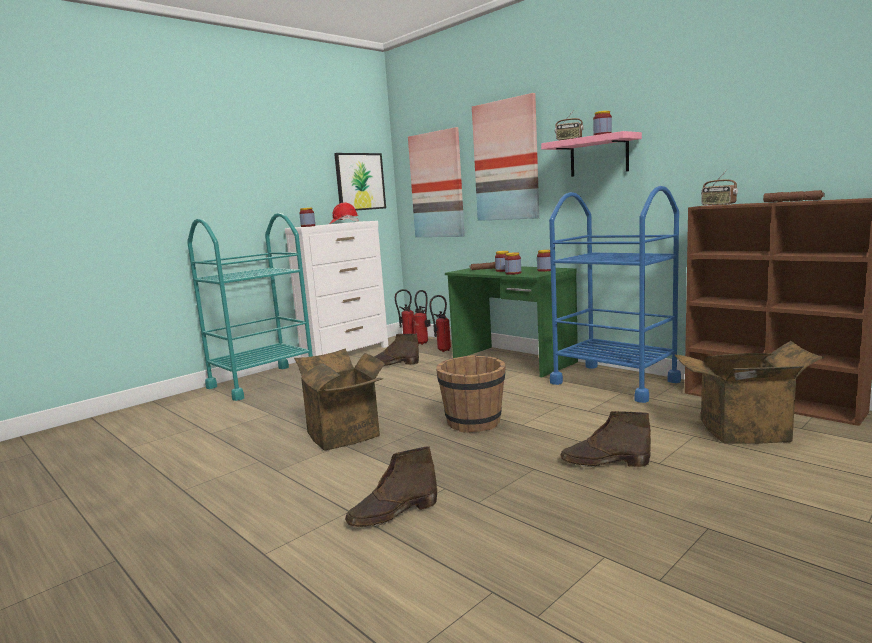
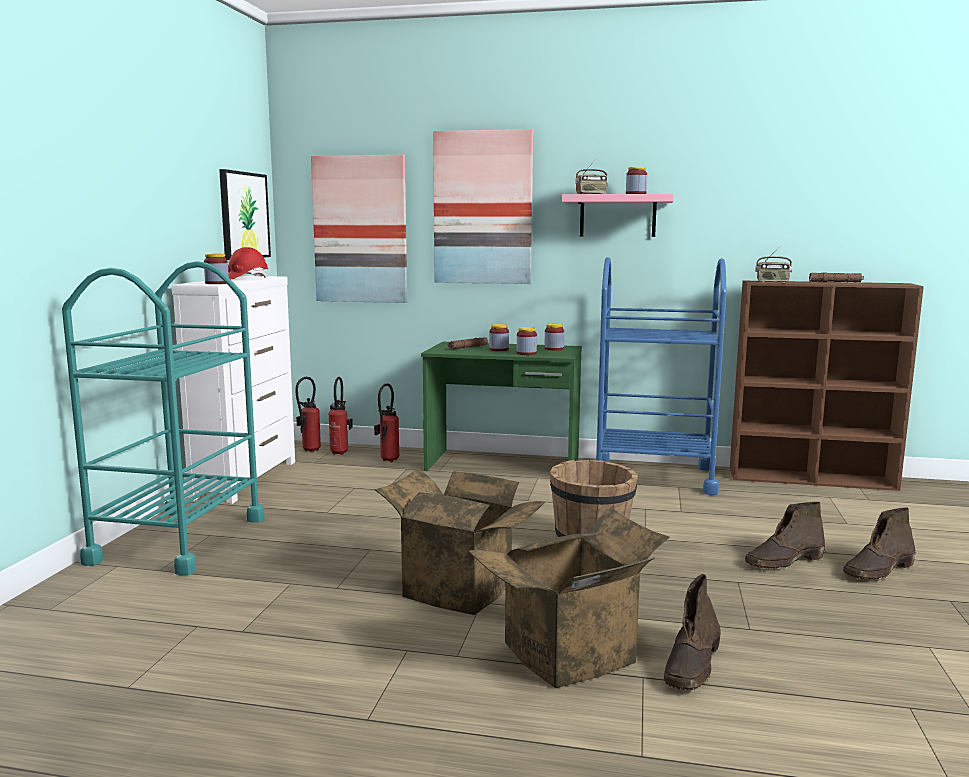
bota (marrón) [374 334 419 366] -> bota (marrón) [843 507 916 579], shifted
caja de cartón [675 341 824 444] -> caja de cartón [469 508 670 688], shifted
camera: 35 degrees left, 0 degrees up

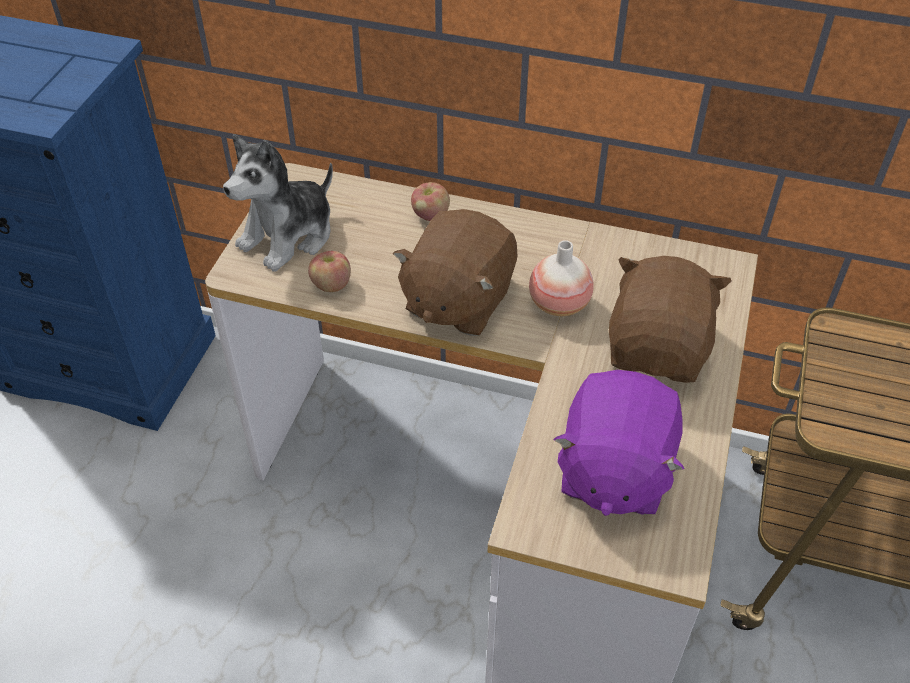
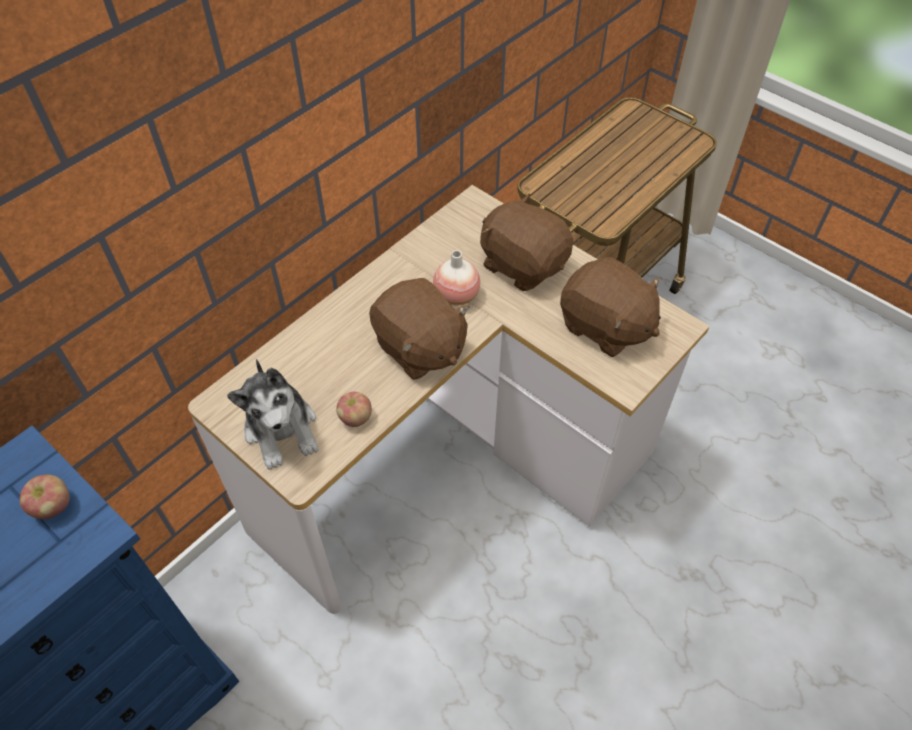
manzana [411 182 450 221] -> manzana [20 475 70 519], shifted
peluche (morado) [554 370 685 516] -> peluche (marrón) [560 257 662 357]
camera: 65 degrees left, 5 degrees up

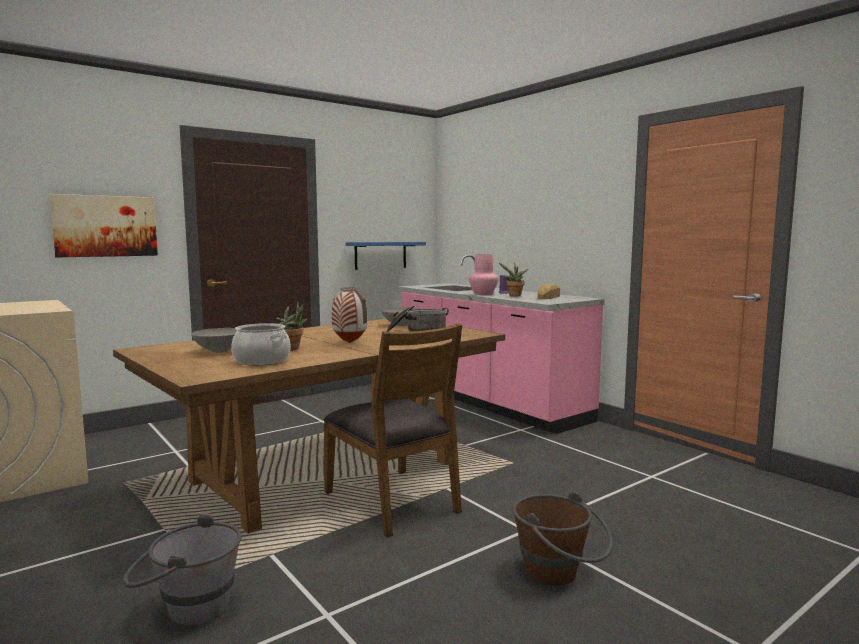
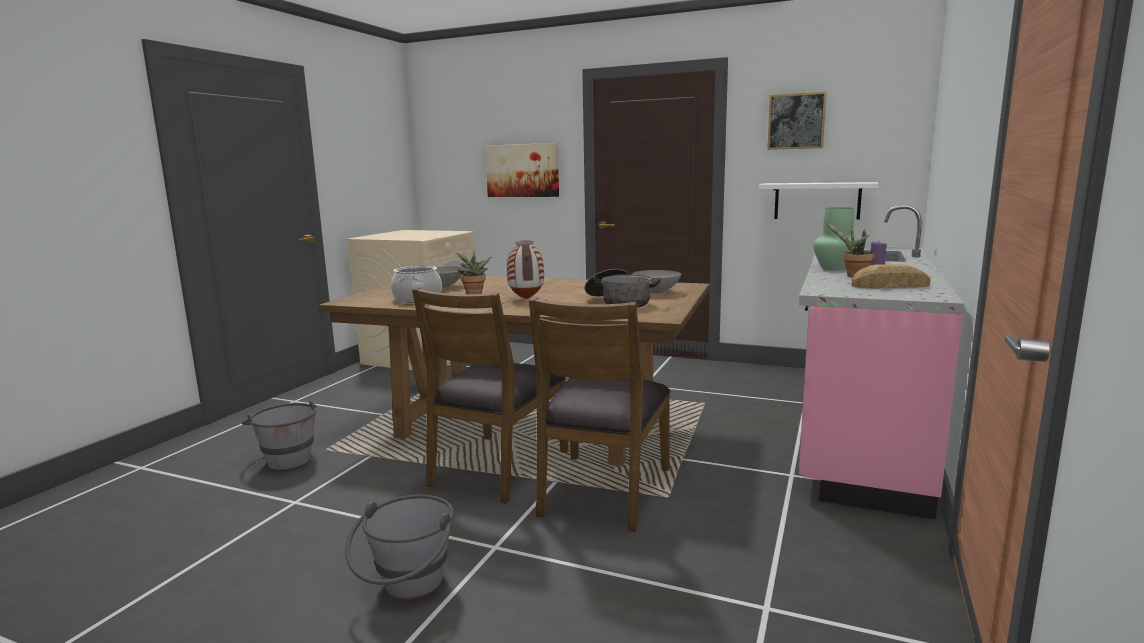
estante (azul) [346 242 426 270] -> estante (blanco) [759 182 879 220]
florero (rosa) [469 255 498 295] -> florero (verde) [813 207 857 270]
cubo (marrón) [512 492 613 586] -> cubo (gris) [345 494 454 599]
none -> silla (marrón) [529 298 671 532]
none -> cuadro [767 92 826 150]
camera: 60 degrees right, 5 degrees up

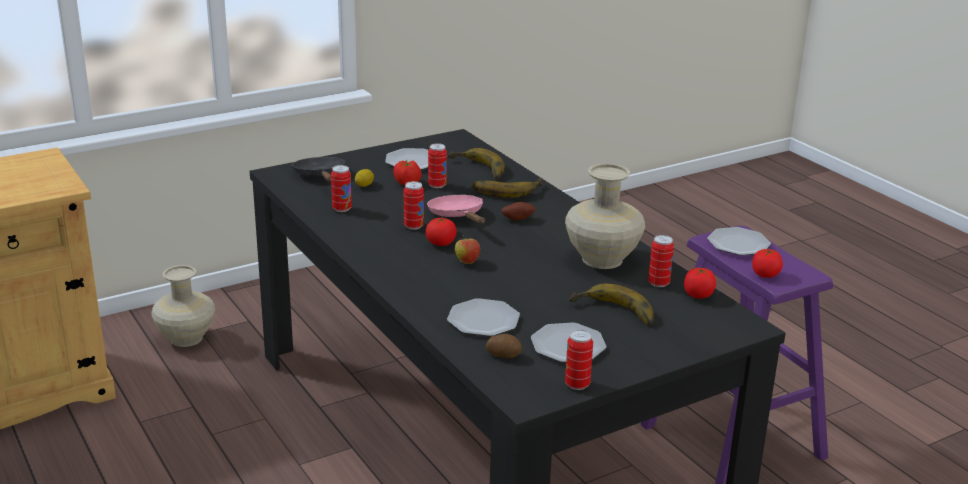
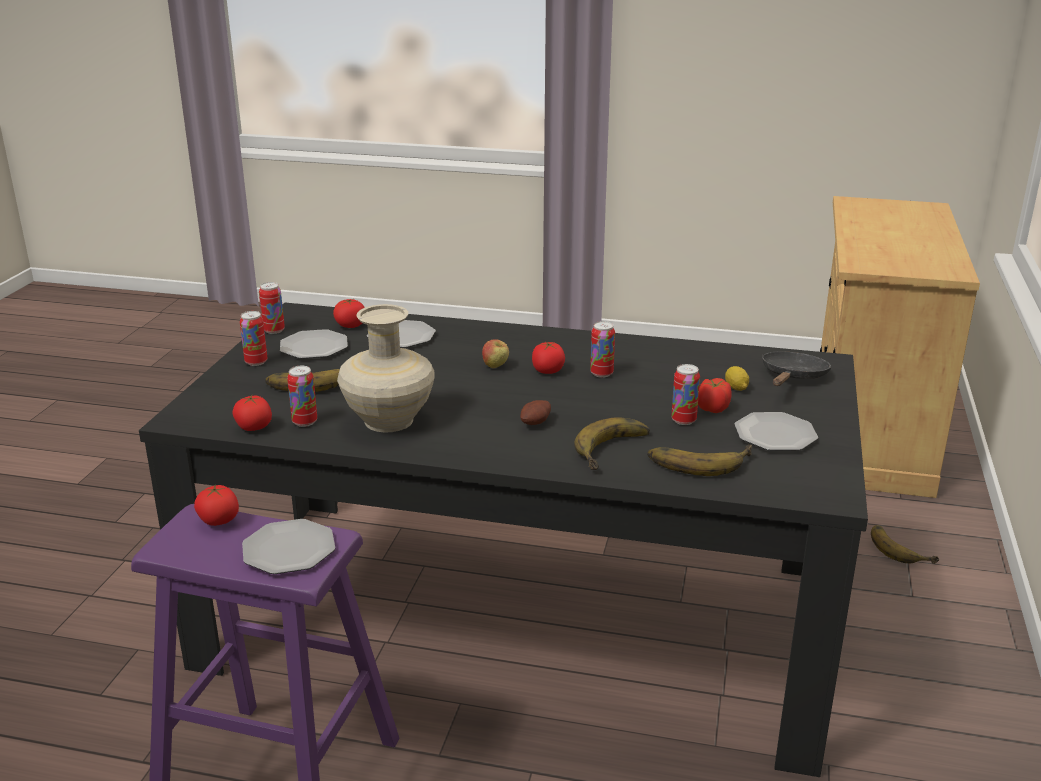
florero (beis) [152 265 215 347] -> plátano [871 525 939 564]
sartén (negro) [292 157 345 182] -> sartén (negro) [762 352 831 386], 90 degrees counterclockwise
lata [331 165 352 212] -> lata [240 311 268 366], shifted
sartén (rosa) [427 195 485 224] -> none
patata [486 334 522 358] -> tomate [333 299 365 328]
camera: 135 degrees right, 0 degrees up

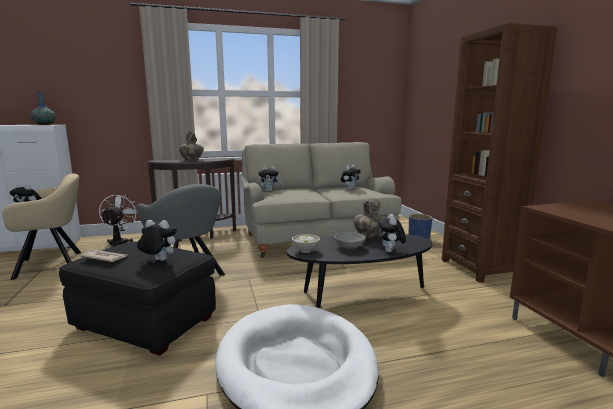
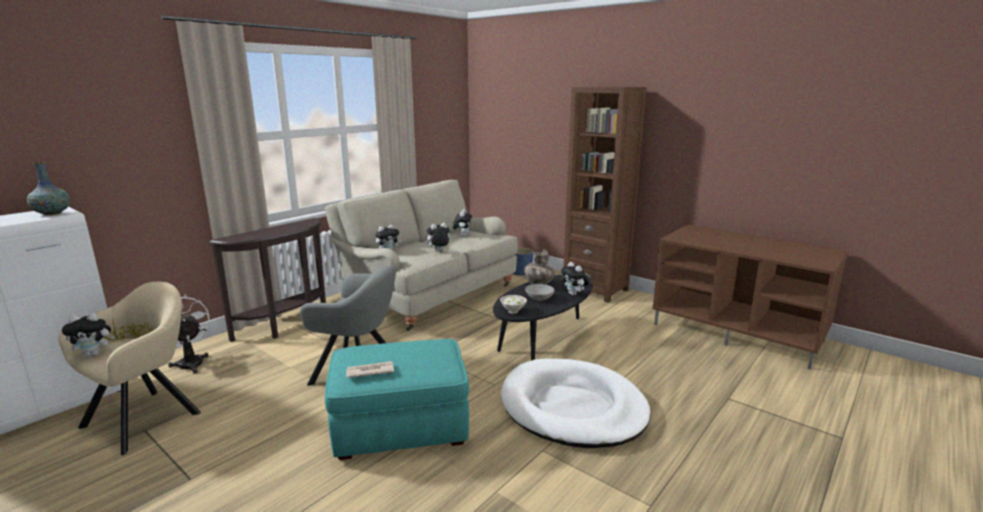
puf (negro) [59 242 215 356] -> puf (turquesa) [325 339 469 460]
peluche [137 220 177 261] -> peluche [425 223 450 251], shifted
florero [179 131 204 160] -> none
camera: 35 degrees left, 5 degrees up

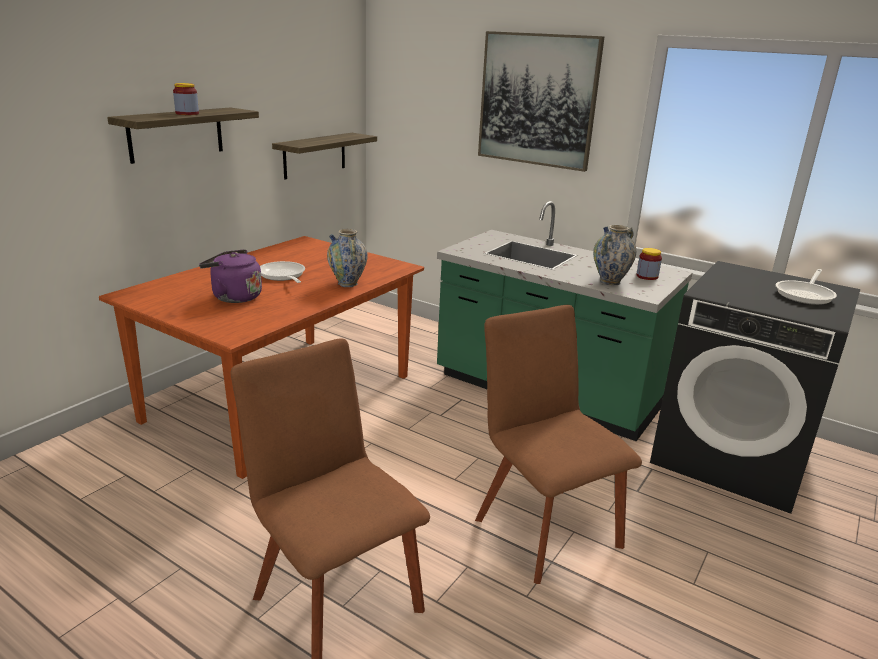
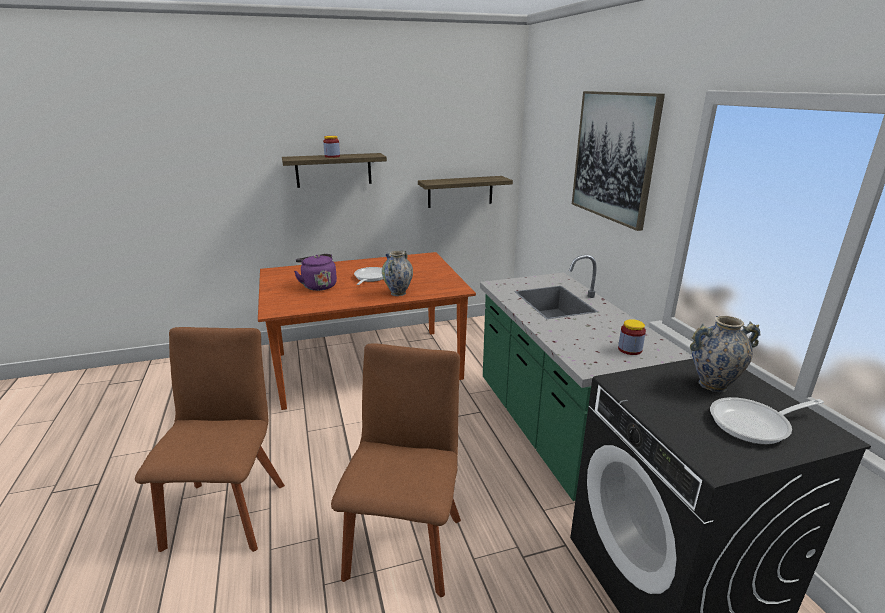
florero [593 225 636 285] -> florero [690 316 761 392], shifted
camera: 40 degrees right, 0 degrees up

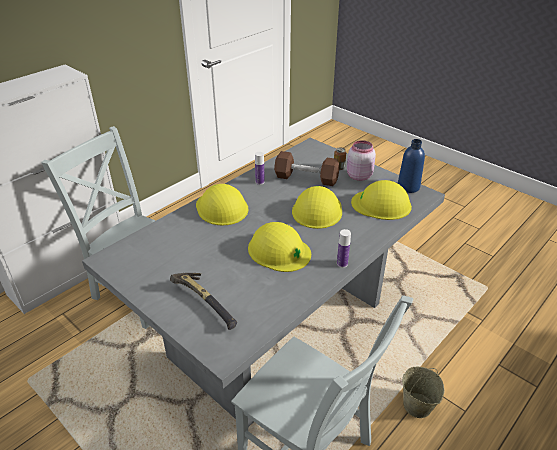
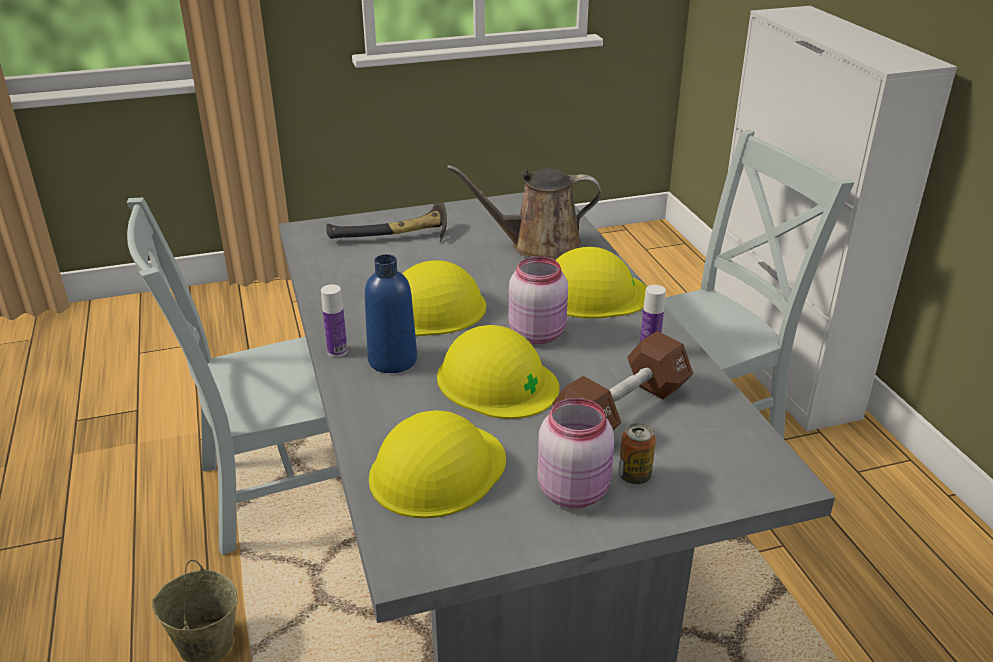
botella (azul) [398 139 425 193] -> botella (azul) [365 254 417 373], shifted
none -> regadera (marrón) [447 165 601 260]
none -> tarro (rosa) [509 256 568 344]
camera: 120 degrees right, 5 degrees down

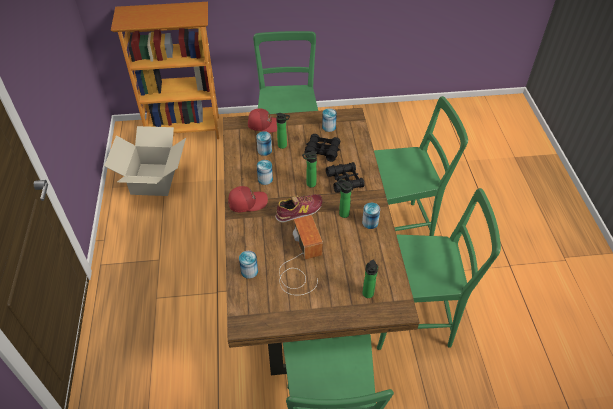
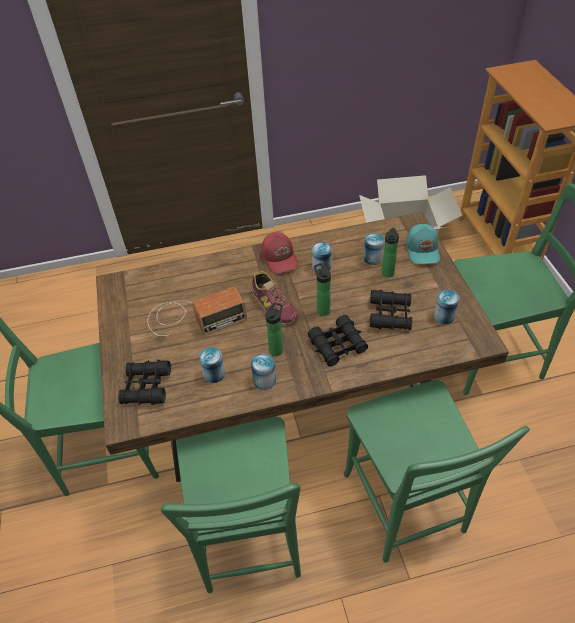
lata [239 251 258 279] -> lata [199 347 225 383], shifted
gorra (rojo) [248 108 277 132] -> gorra (turquesa) [406 224 440 264]
botella [362 259 378 298] -> prismáticos (negro) [118 360 171 406]
camera: 85 degrees right, 0 degrees up

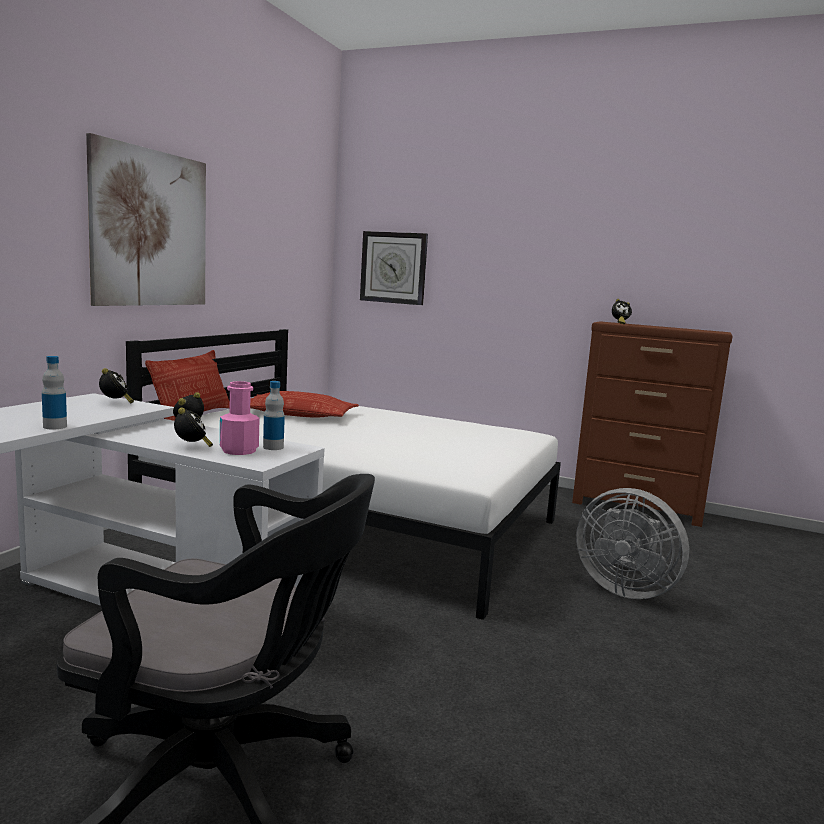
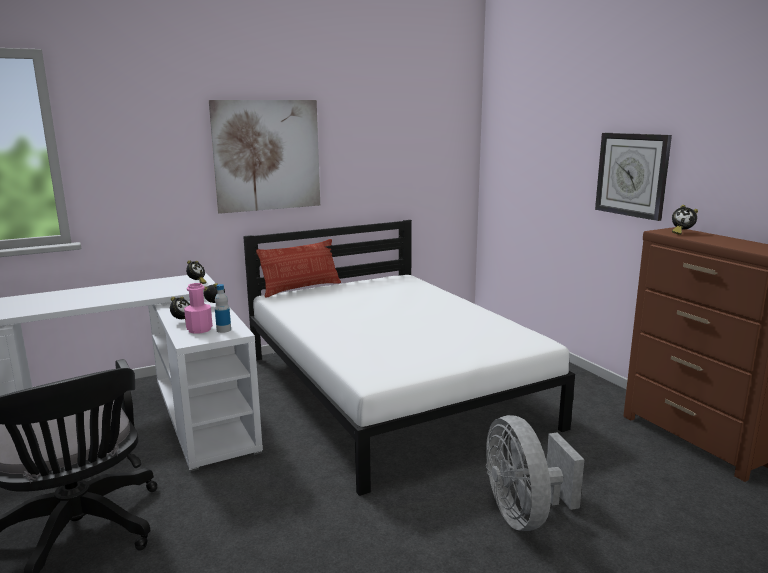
botella [42 356 67 429] -> none
cojín [250 391 359 418] -> none
reloj de pared [360 231 428 305] -> reloj de pared [595 133 672 221], shifted
camera: 40 degrees right, 5 degrees up

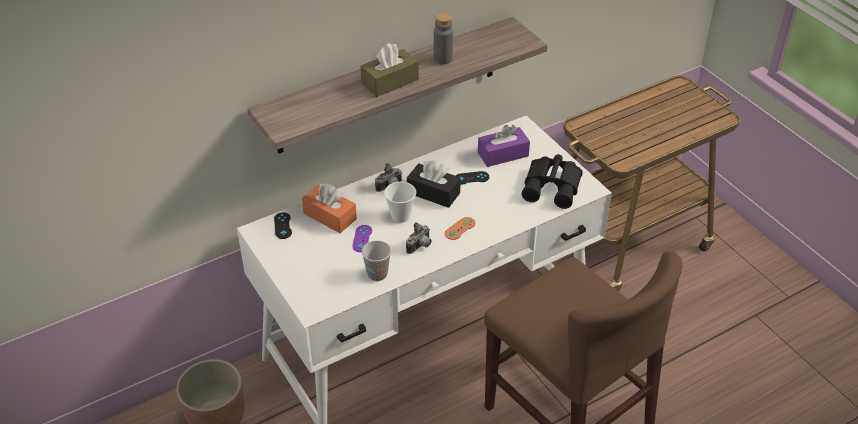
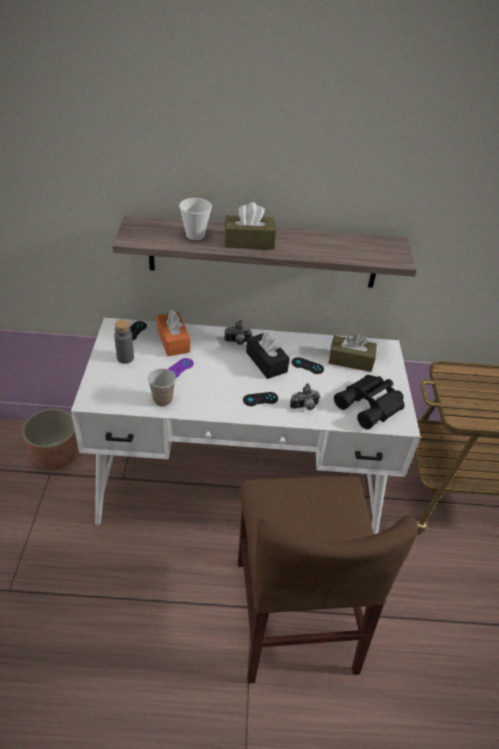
taza [384 182 416 223] -> taza [179 198 212 240], shifted
cámara [406 222 431 254] -> cámara [290 384 320 410], shifted
botella (gris) [434 13 453 64] -> botella (gris) [114 319 134 364], shifted
mando de consola (naranja) [445 217 476 240] -> mando de consola (negro) [243 392 278 406]
caja de pañuelos (morado) [478 125 530 167] -> caja de pañuelos (marrón) [329 333 377 372]
camera: 30 degrees right, 0 degrees up

